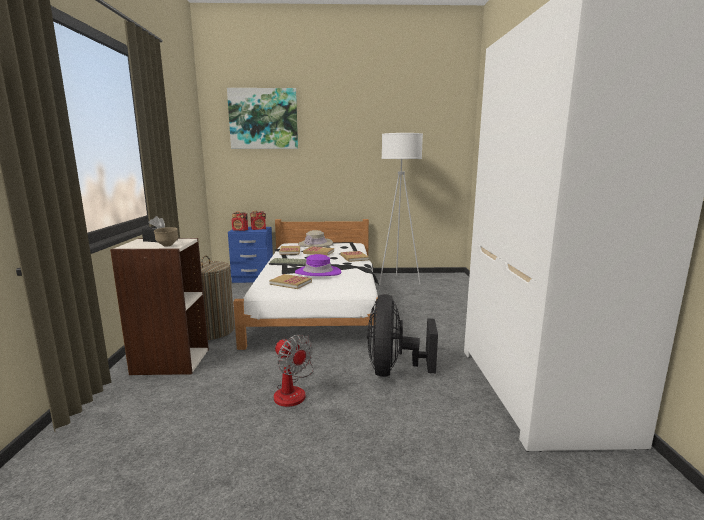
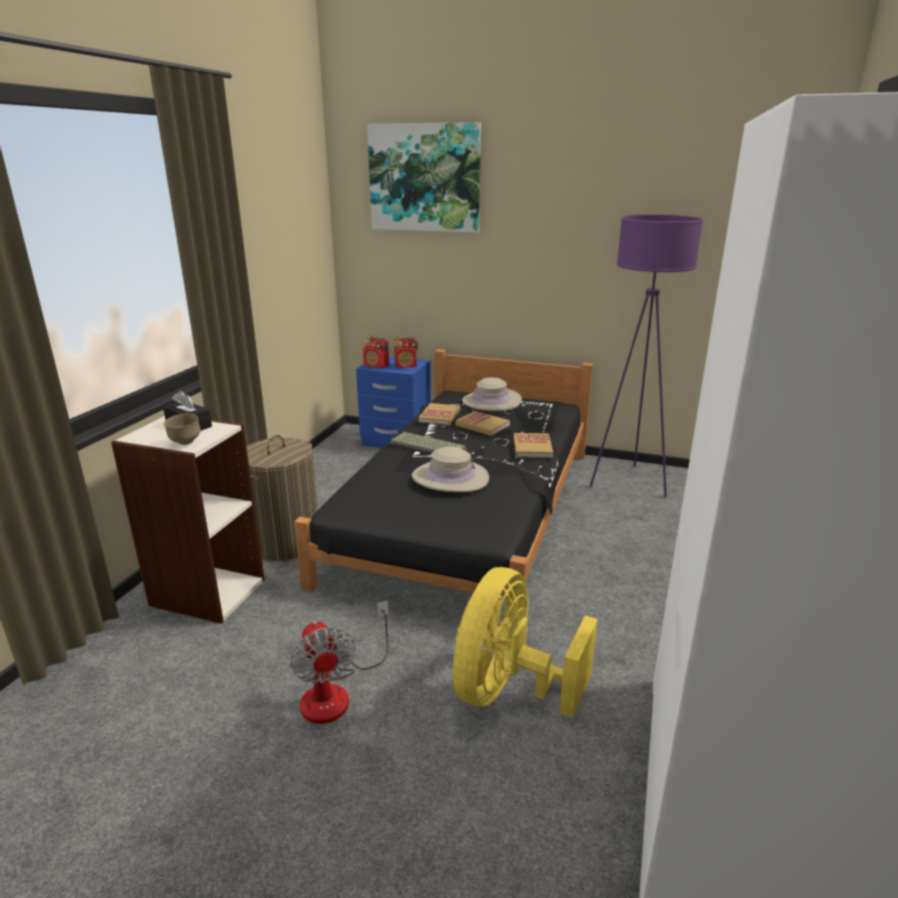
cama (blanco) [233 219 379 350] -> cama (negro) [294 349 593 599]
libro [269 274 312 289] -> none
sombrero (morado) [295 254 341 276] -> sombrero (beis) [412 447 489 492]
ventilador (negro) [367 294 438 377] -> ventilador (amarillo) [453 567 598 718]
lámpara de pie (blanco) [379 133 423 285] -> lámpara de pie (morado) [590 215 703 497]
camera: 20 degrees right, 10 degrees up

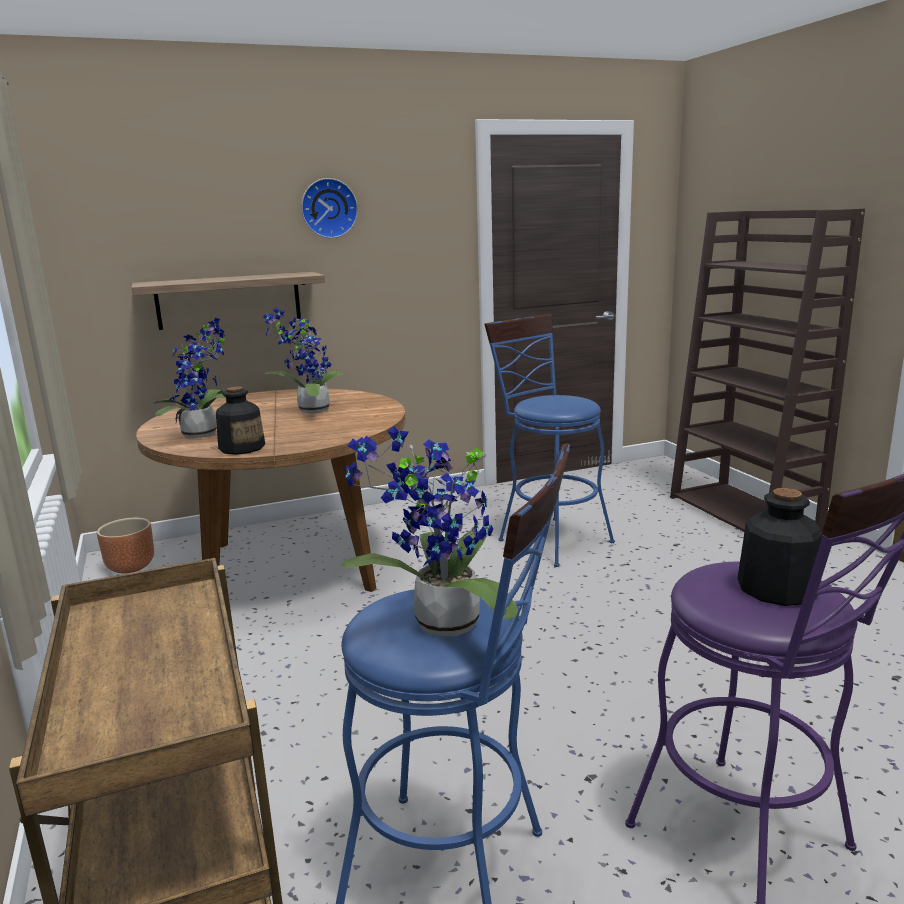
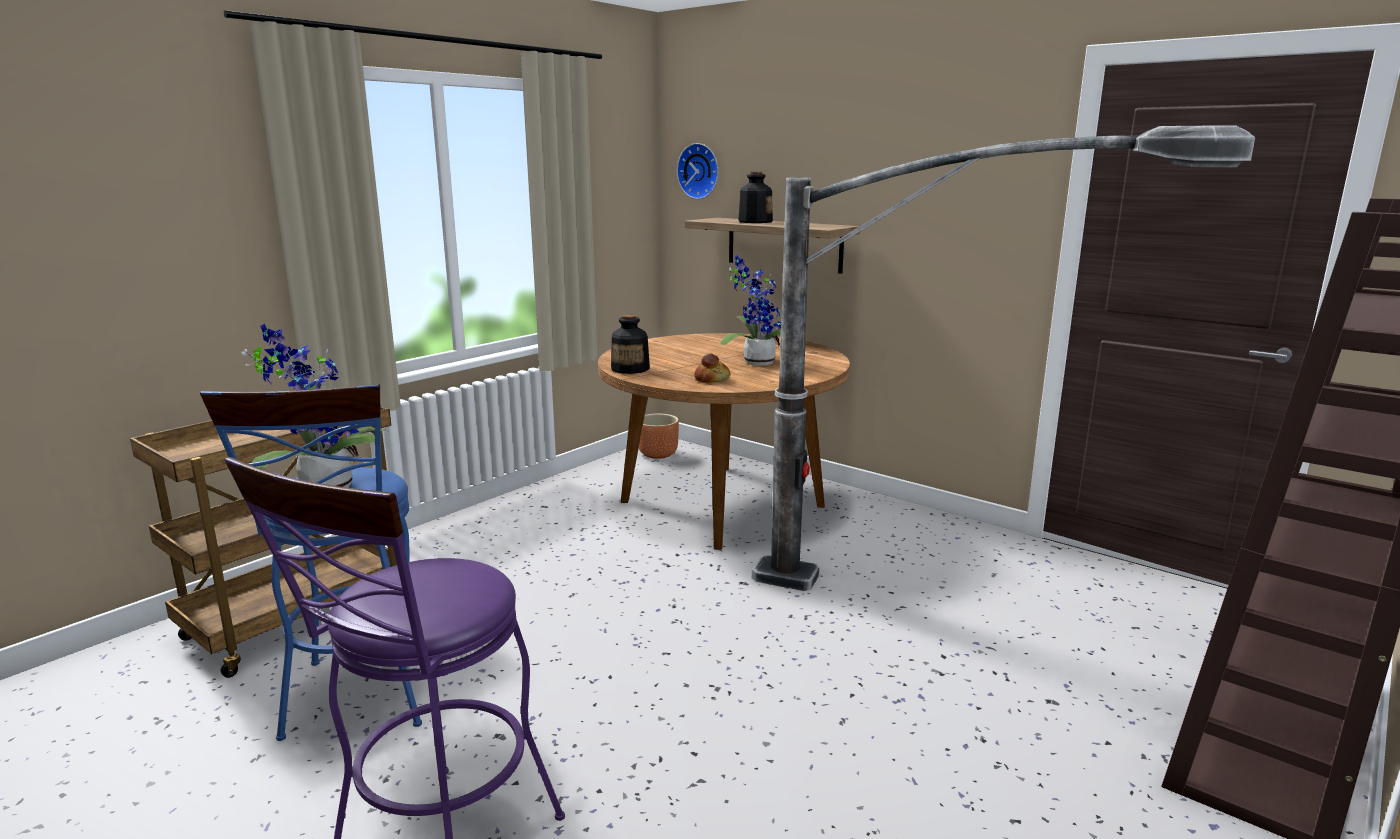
planta en maceta [155 318 226 439] -> none
reloj de pared [301 178 358 238] -> reloj de pared [677 143 719 199], shifted
taburete (azul) [484 314 615 567] -> lámpara de pie [752 125 1255 591]
botella [737 488 823 606] -> botella [738 172 773 223], shifted
none -> pan [694 353 730 383]
camera: 60 degrees right, 0 degrees up

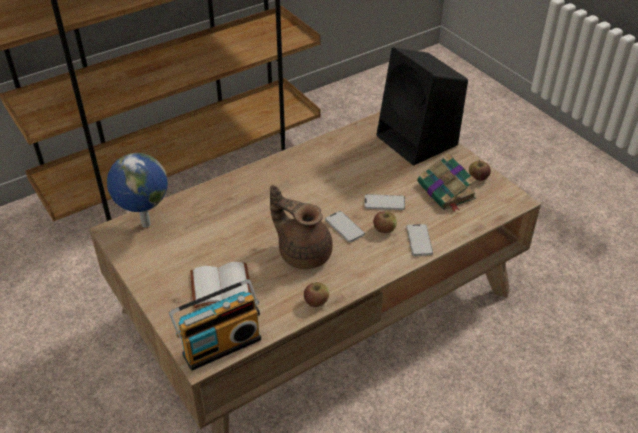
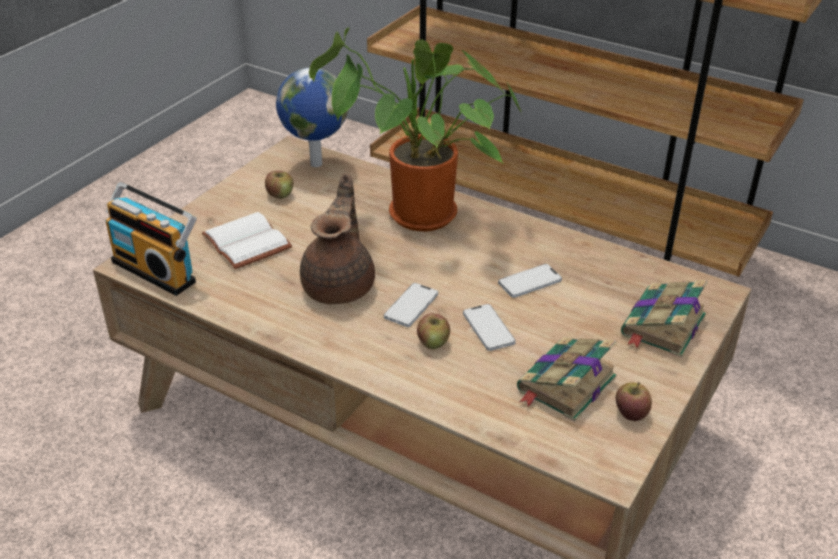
manzana [304 282 329 307] -> manzana [265 171 293 199], shifted
altavoz (negro) [376 47 468 166] -> libro [621 280 708 357]
móvil [406 224 433 256] -> móvil [498 264 562 298], shifted
none -> planta en maceta [309 27 521 231]
camera: 65 degrees right, 5 degrees down

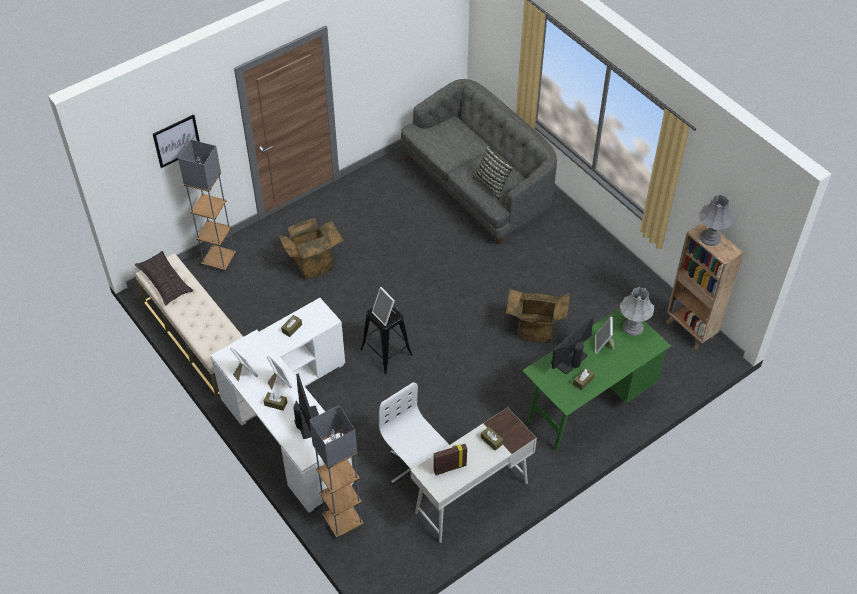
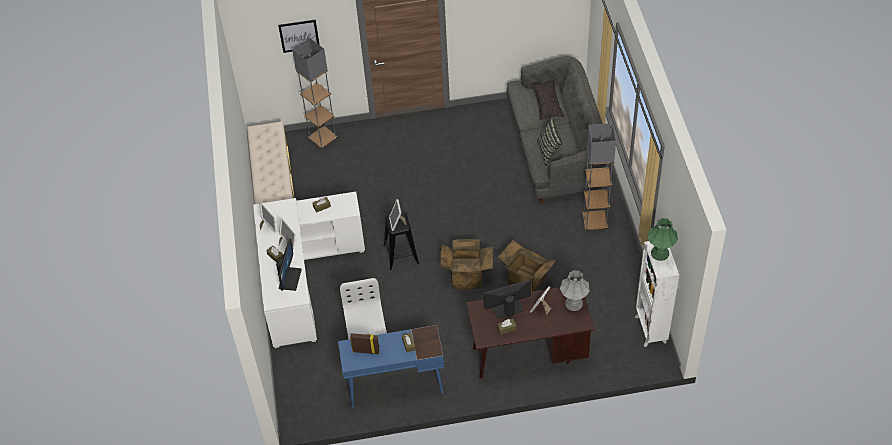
cojín [135 251 193 306] -> cojín [530 80 564 121], shifted
caja de cartón [278 218 344 280] -> caja de cartón [441 239 493 289], shifted
lámpara de pie (gris) [309 405 364 538] -> lámpara de pie (gris) [582 123 616 231], shifted
escritorio (blanco) [411 407 537 543] -> escritorio (azul) [338 325 444 409]
escritorio (verde) [522 308 671 451] -> escritorio (marrón) [466 287 595 379]
estantería (marrón) [667 223 744 349] -> estantería (blanco) [635 241 679 347]
lámpara de mesa (gris) [699 194 734 246] -> lámpara de mesa (verde) [647 218 678 261]
camera: 30 degrees right, 0 degrees up

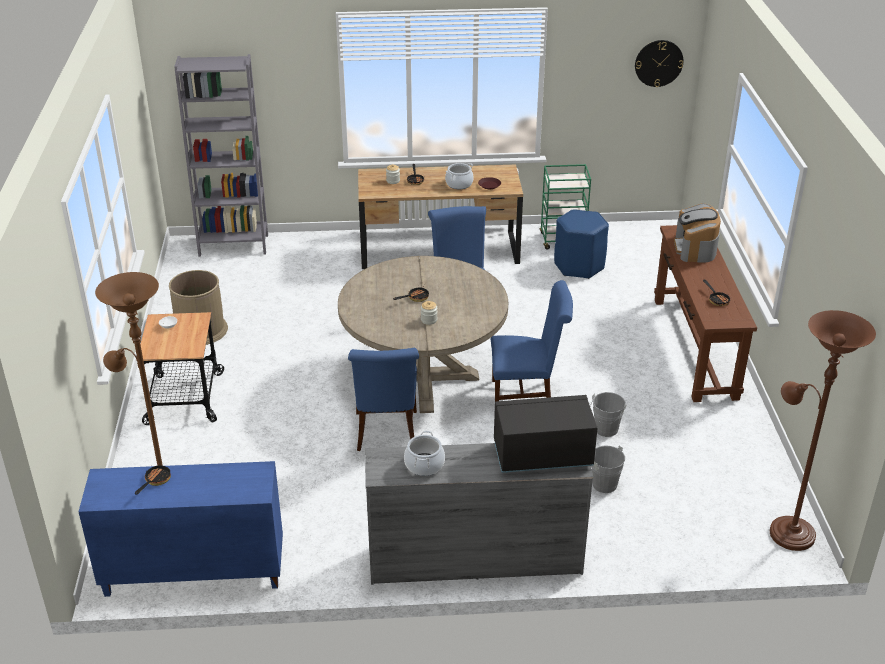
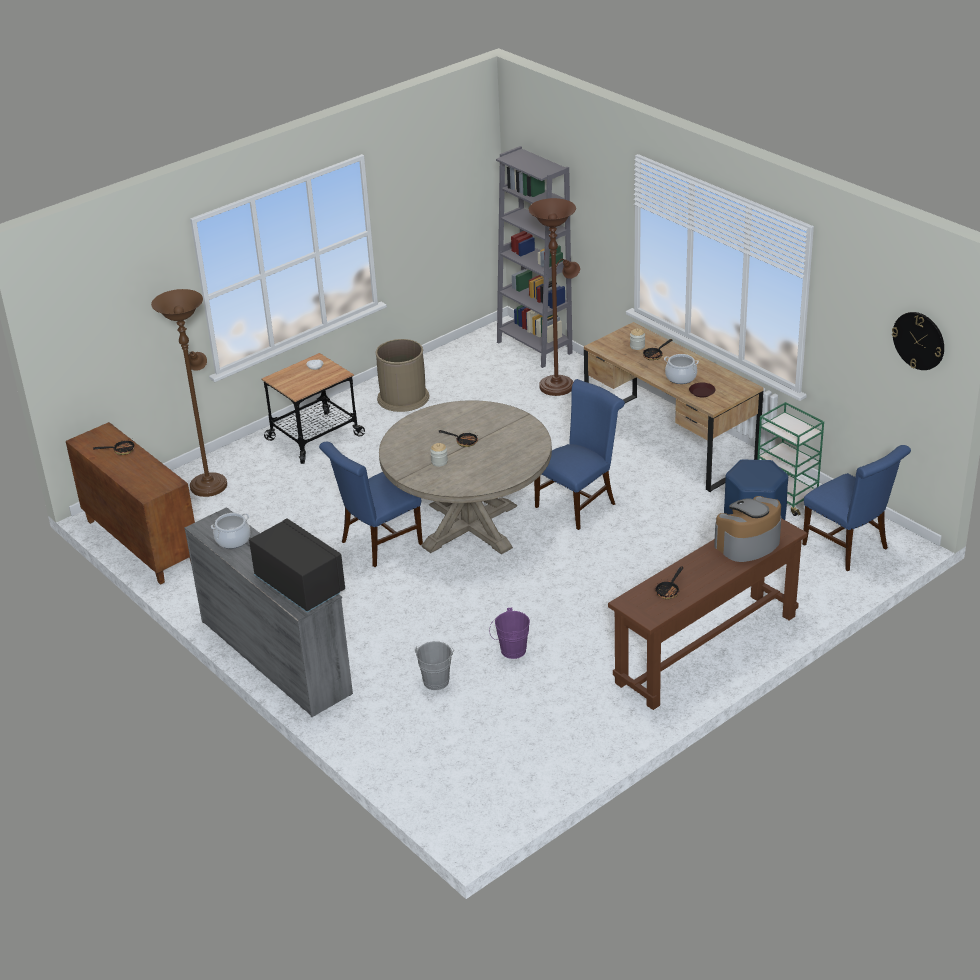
armario (azul) [78 461 283 597] -> armario (marrón) [66 422 195 585]
silla (azul) [491 280 573 402] -> silla (azul) [802 445 911 571], shifted
cubo (gris) [590 392 627 437] -> cubo (morado) [489 607 530 659]
lámpara de pie (marrón) [770 310 876 551] -> lámpara de pie (marrón) [529 198 580 396], shifted
camera: 55 degrees right, 0 degrees up

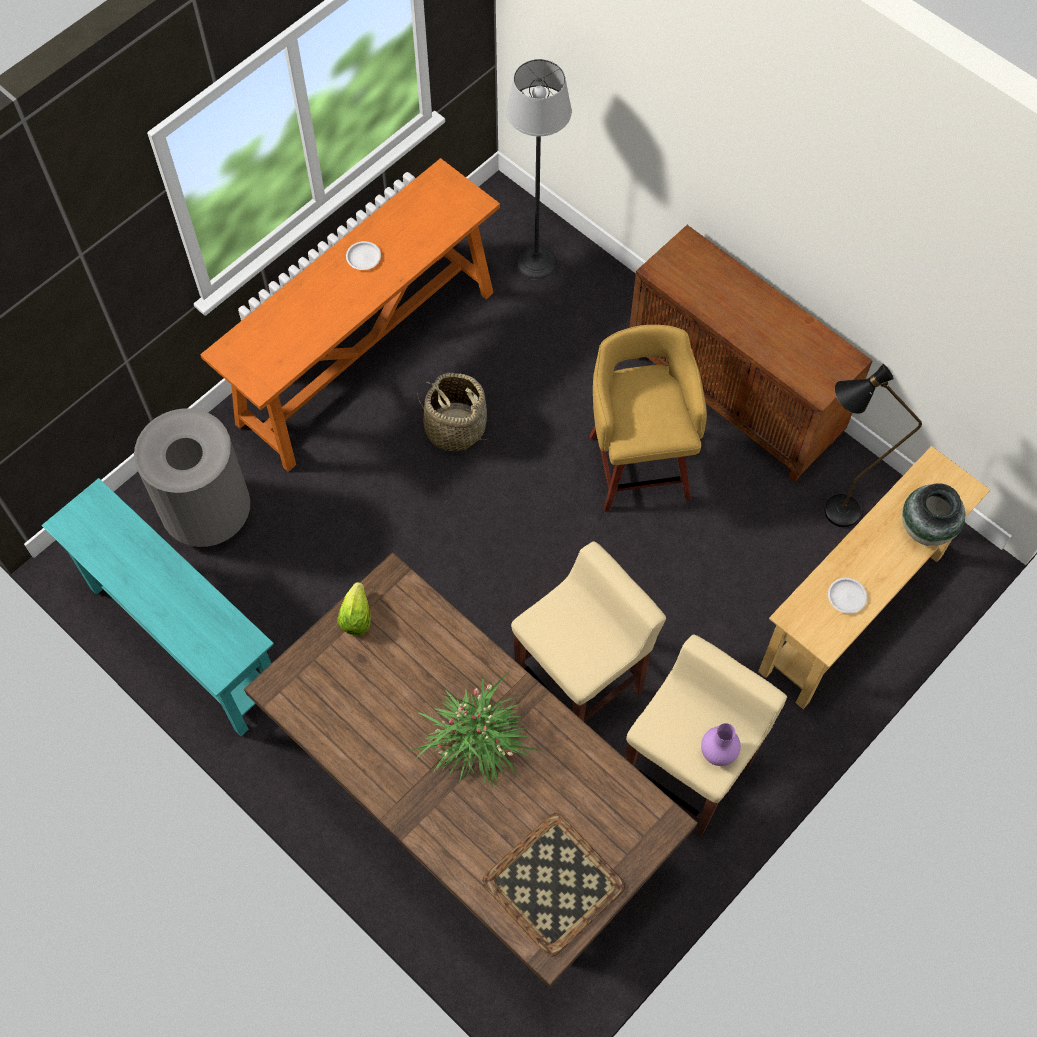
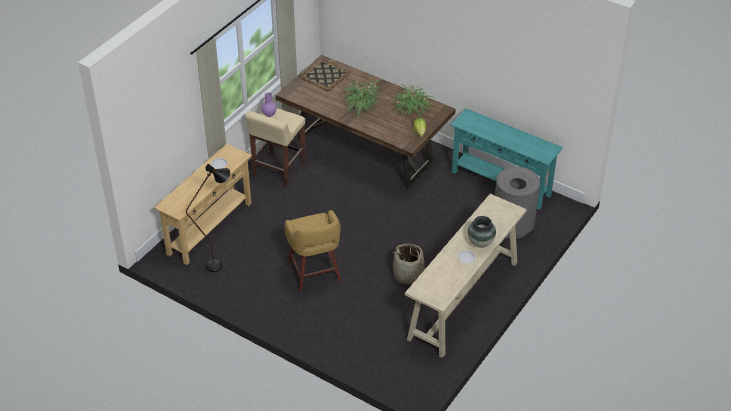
mesa consola (naranja) [200 158 500 472] -> mesa consola (beis) [405 194 527 358]
lámpara de pie [506 59 572 280] -> none
taburete (beis) [511 542 666 722] -> none
armario (marrón) [629 225 873 482] -> none
florero [902 483 965 546] -> florero [468 216 496 248], shifted
none -> planta en maceta [391 84 435 118]
camera: 170 degrees right, 20 degrees down

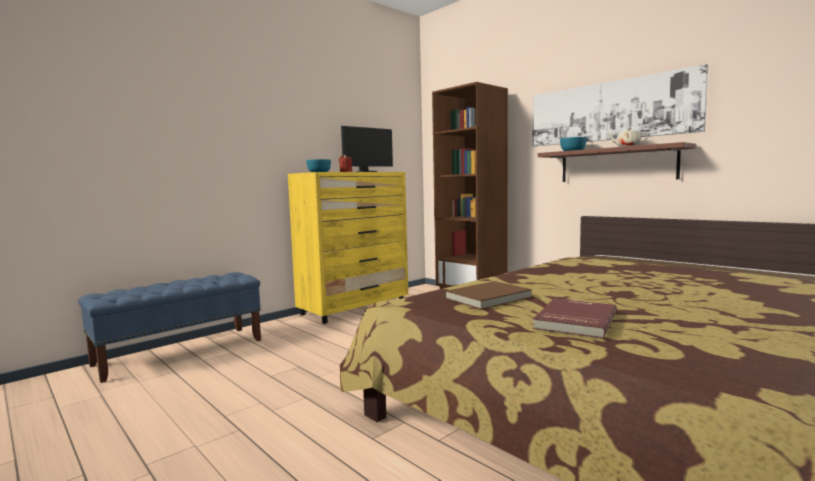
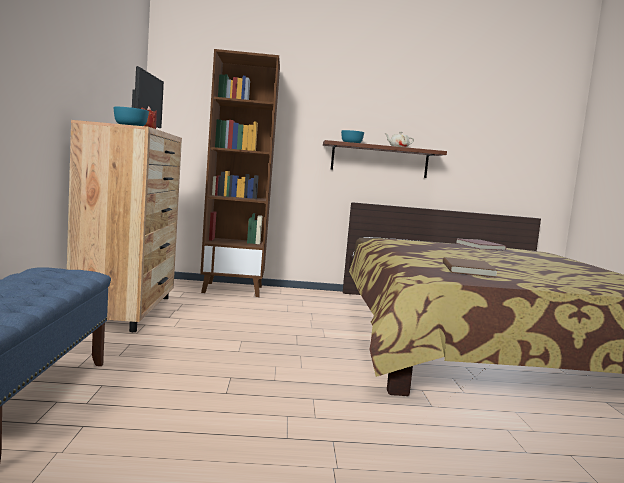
cómoda (amarillo) [288 172 408 324] -> cómoda (marrón) [67 120 182 332]
cuadro [532 64 709 147] -> none
libro (rojo) [533 298 617 339] -> libro (rojo) [457 239 506 250], shifted
camera: 50 degrees left, 0 degrees up

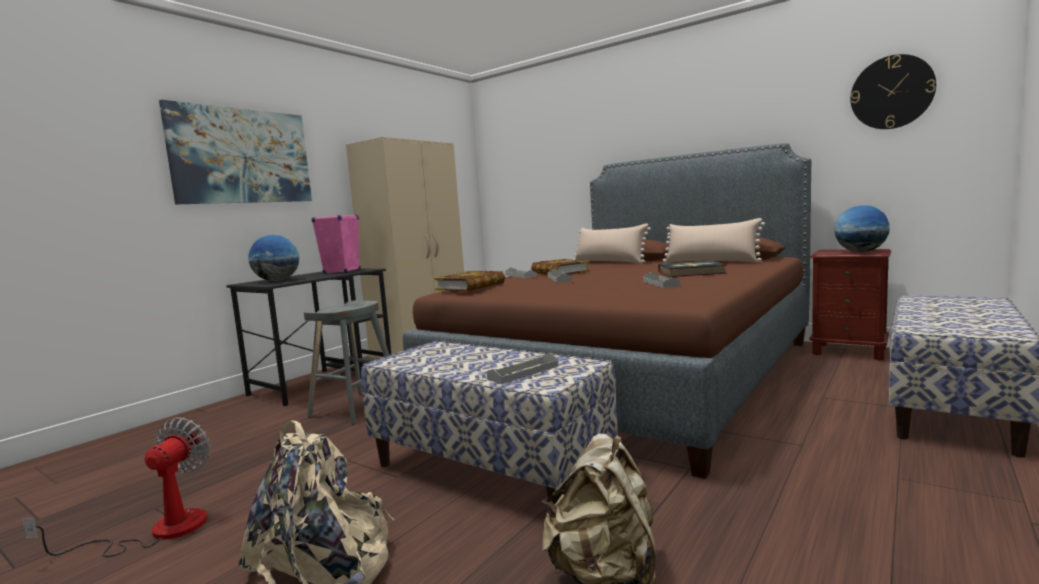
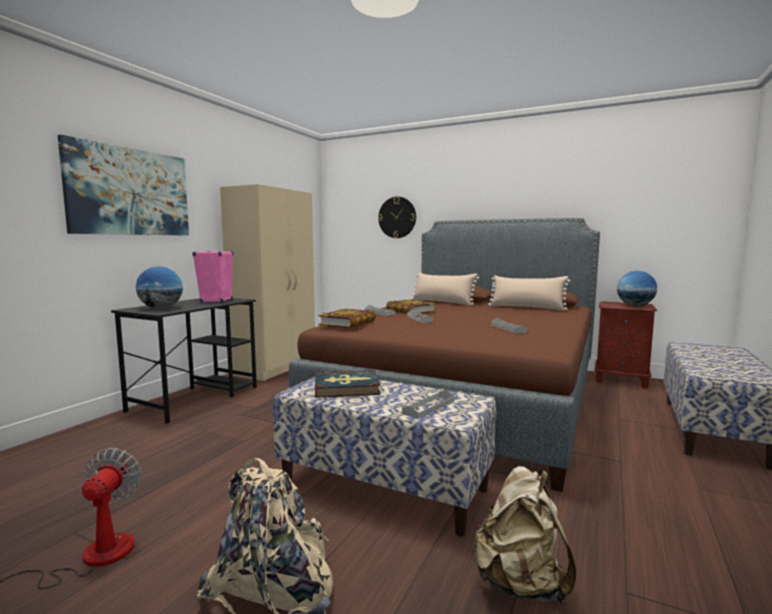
taburete (gris) [304 301 389 424] -> none
libro [658 261 727 277] -> libro [314 371 381 398], shifted
reloj de pared [850 54 936 129] -> reloj de pared [378 197 416 238], shifted
camera: 10 degrees left, 0 degrees up

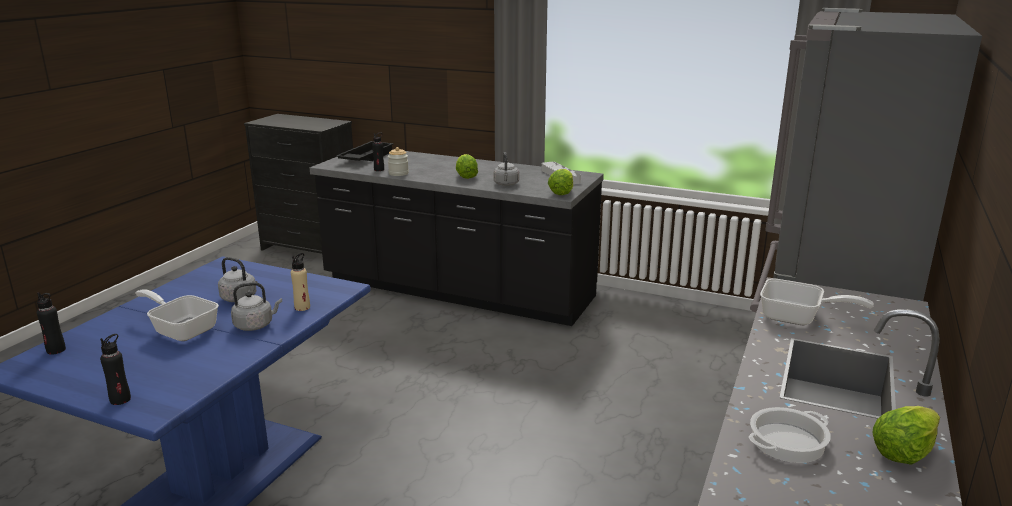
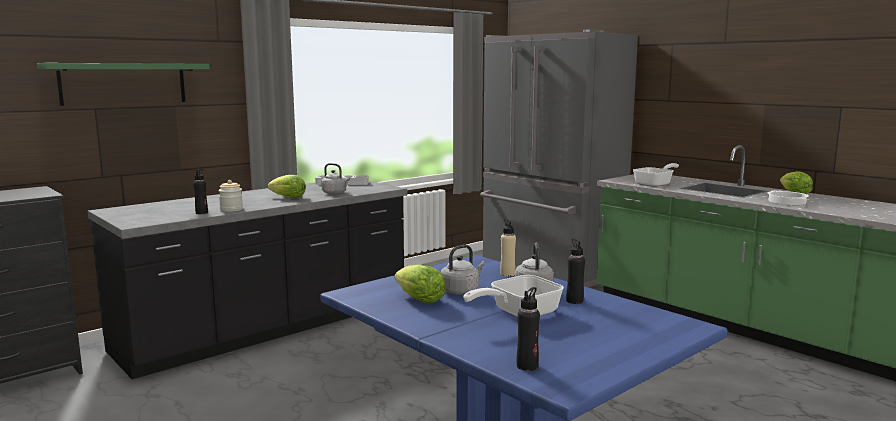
botella (negro) [100 334 131 405] -> botella (negro) [566 239 585 304], shifted
bandeja (negro) [336 141 394 161] -> none
lechuga [548 169 573 195] -> lechuga [395 264 445 304], shifted
none -> estante (verde) [37 63 210 106]
camera: 65 degrees left, 10 degrees down

